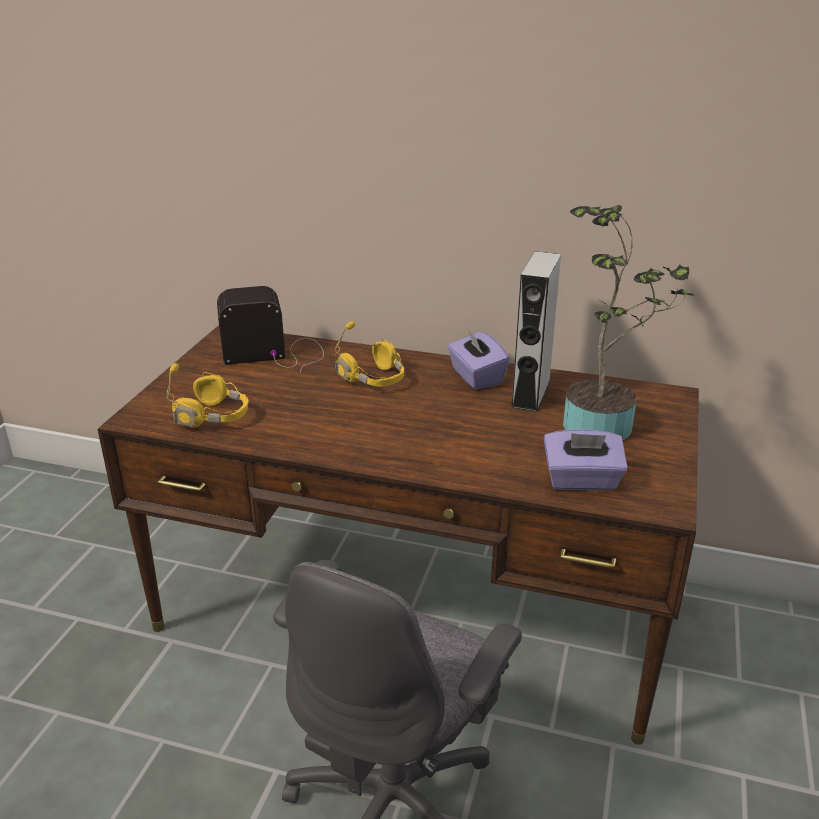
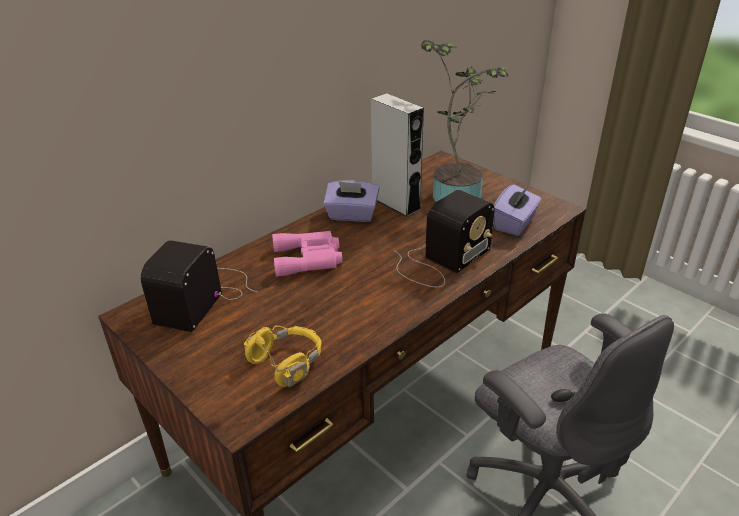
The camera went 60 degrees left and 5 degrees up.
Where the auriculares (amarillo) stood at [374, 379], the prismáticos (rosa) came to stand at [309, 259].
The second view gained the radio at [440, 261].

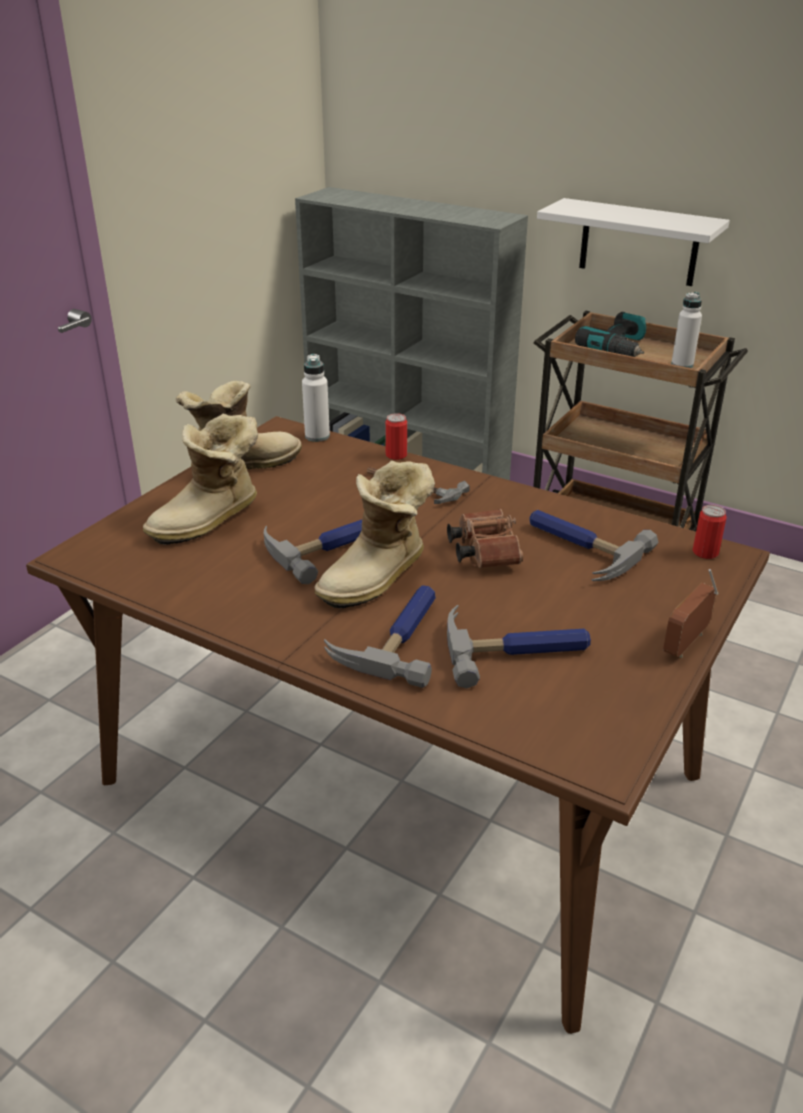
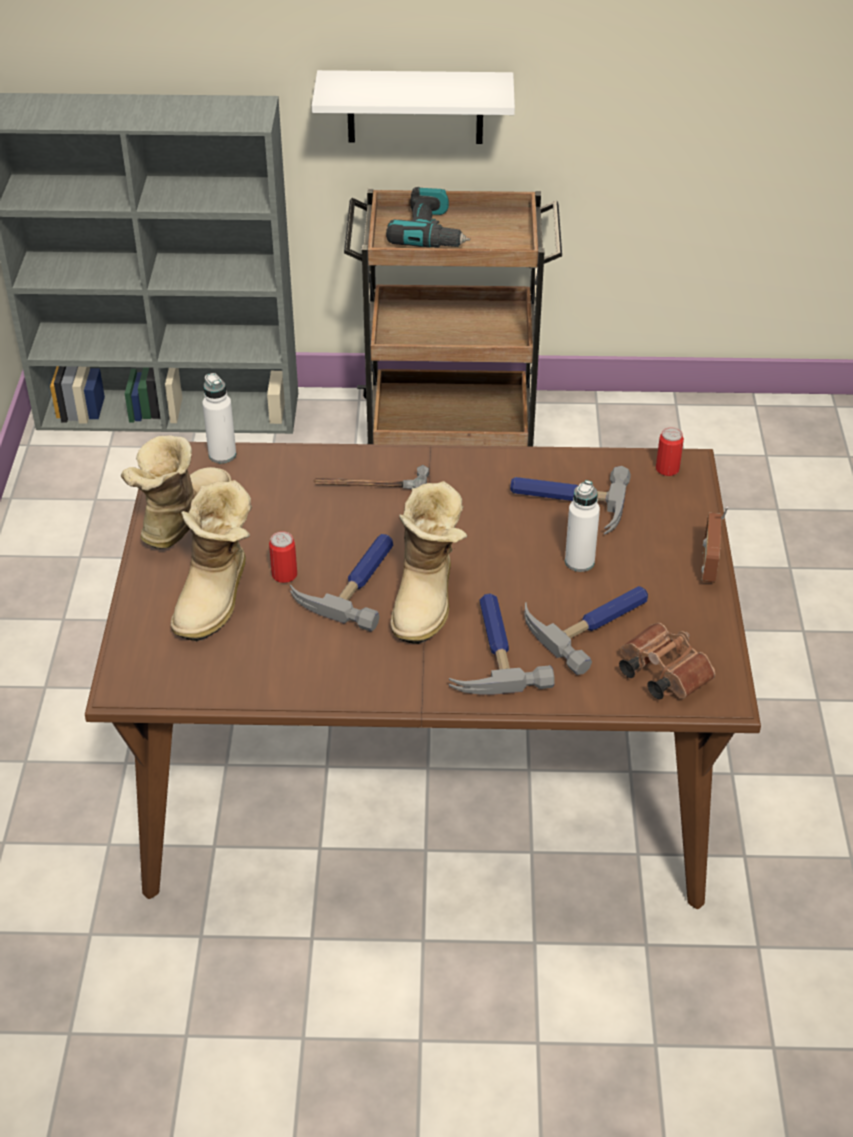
The camera went 30 degrees left and 10 degrees up.
The botella (blanco) ended up elsewhere, having gone from [682, 365] to [579, 562].
The lata ended up elsewhere, having gone from [396, 455] to [284, 575].
The prismáticos (marrón) ended up elsewhere, having gone from [483, 551] to [660, 673].

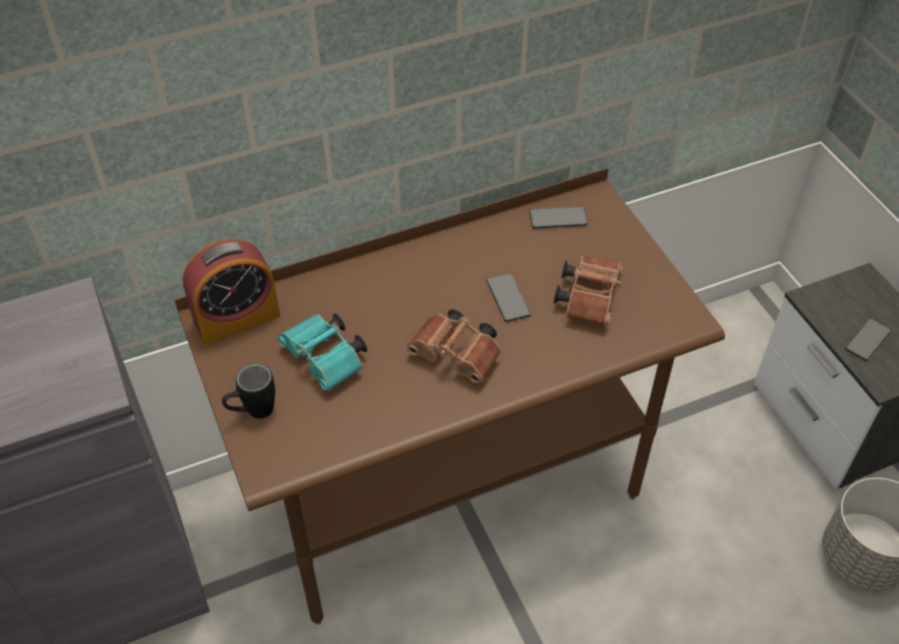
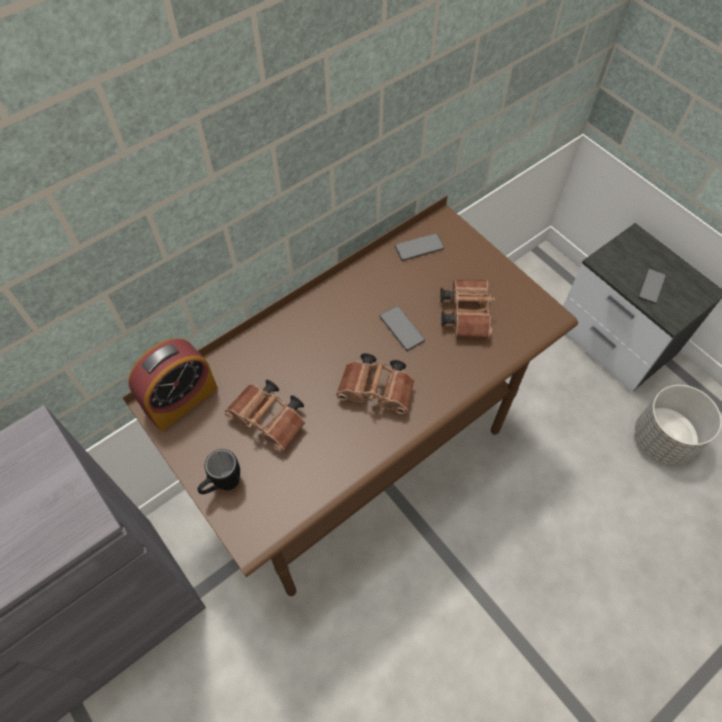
The camera went 15 degrees left and 10 degrees up.
What was the prismáticos (turquesa) at [327, 361] turned into the prismáticos (marrón) at [270, 421].

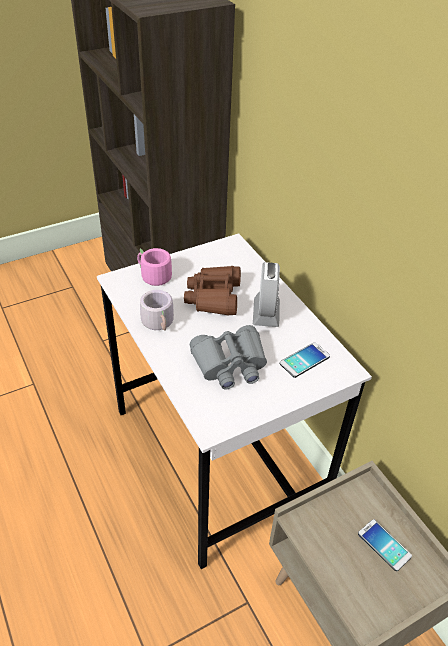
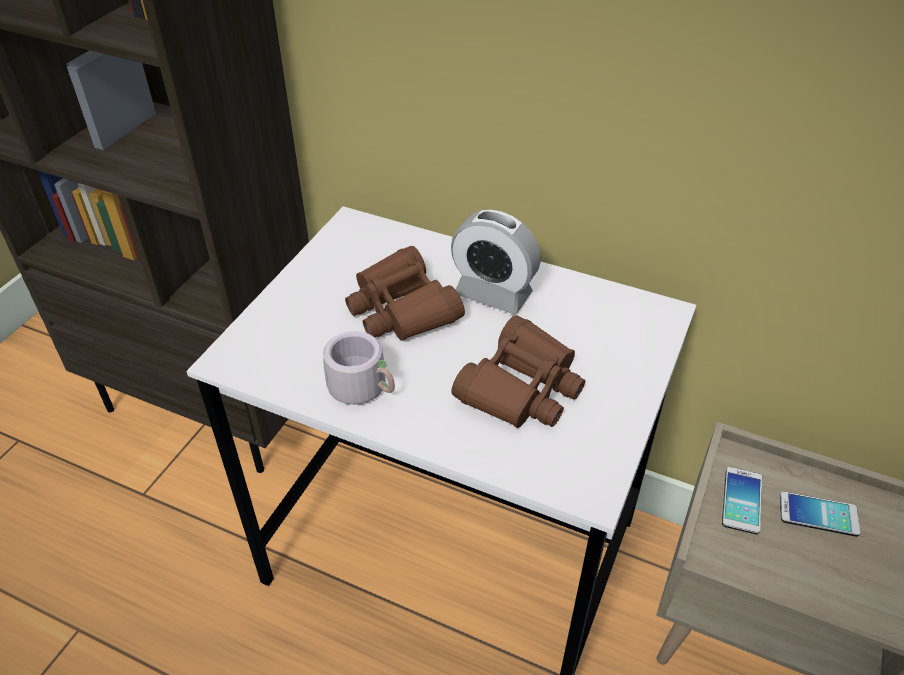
The camera went 35 degrees left and 0 degrees up.
The second view lost the taza grande (rosa) at [152, 277].
The despertador at [266, 313] ended up facing another way, 150 degrees clockwise from before.
What was the prismáticos (gris) at [230, 364] turned into the prismáticos (marrón) at [521, 388].
The móvil ended up elsewhere, having gone from [304, 360] to [741, 500].

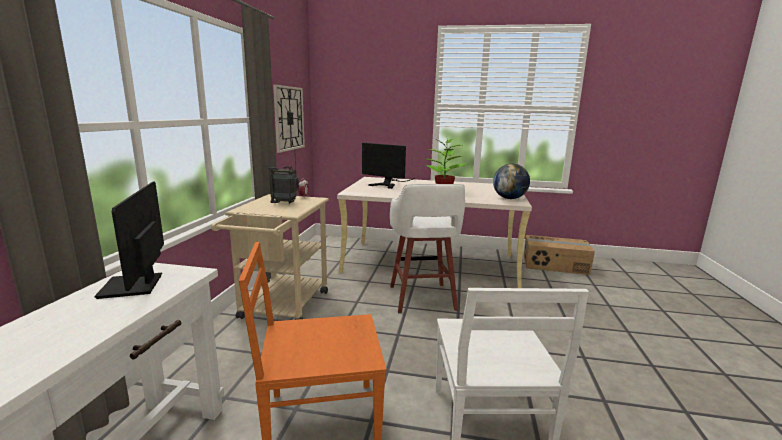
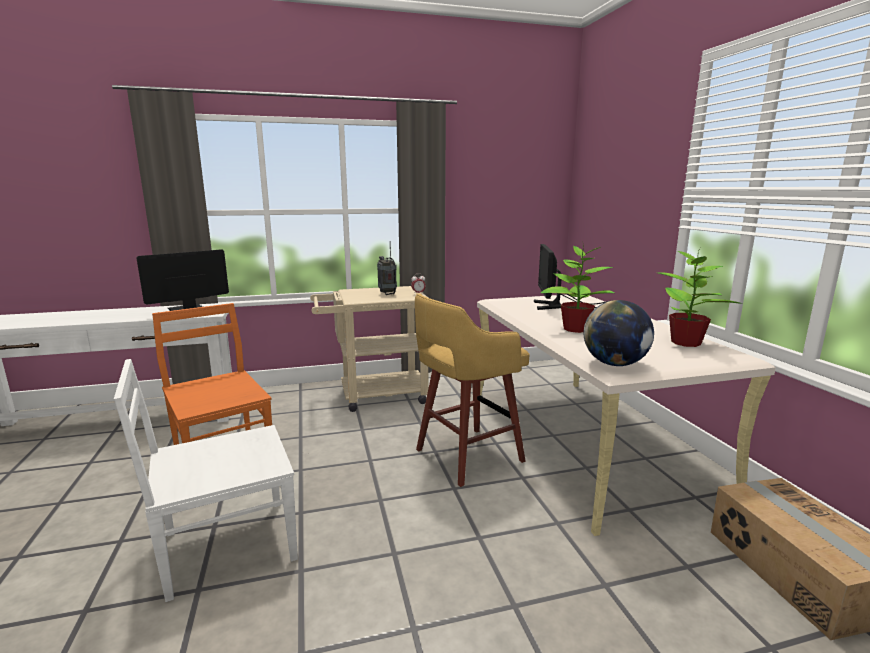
The camera went 65 degrees right and 0 degrees up.
The second view lost the reloj de pared at [289, 118].
What was the taburete (blanco) at [422, 299] turned into the taburete (amarillo) at [466, 456].
The second view gained the planta en maceta at [686, 343].

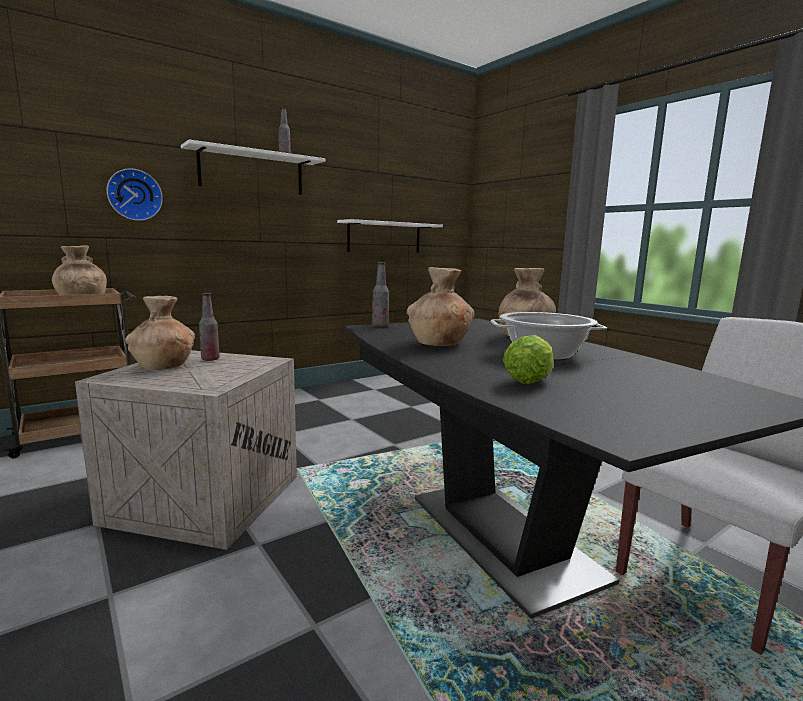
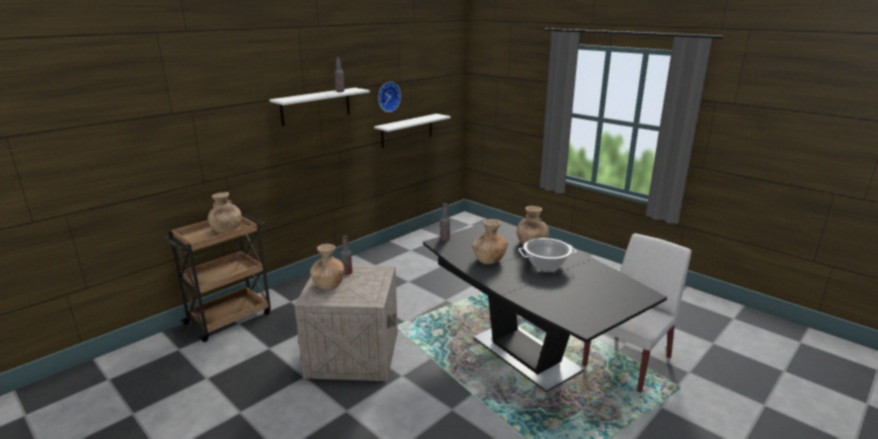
The camera went 10 degrees left and 10 degrees up.
The reloj de pared ended up elsewhere, having gone from [134, 195] to [388, 96].
The second view lost the lechuga at [530, 379].

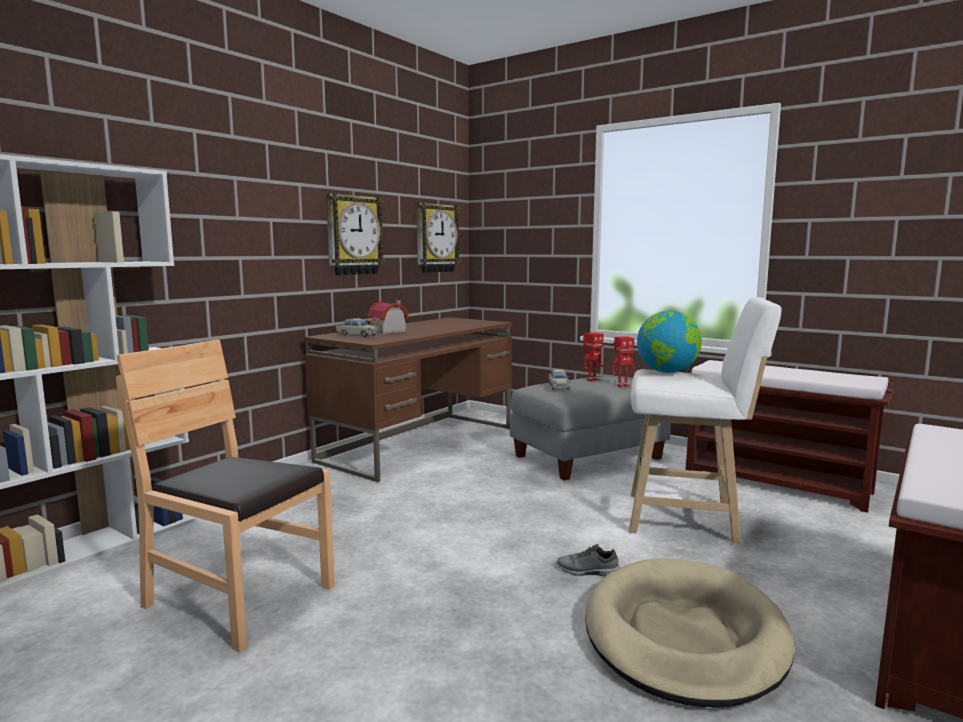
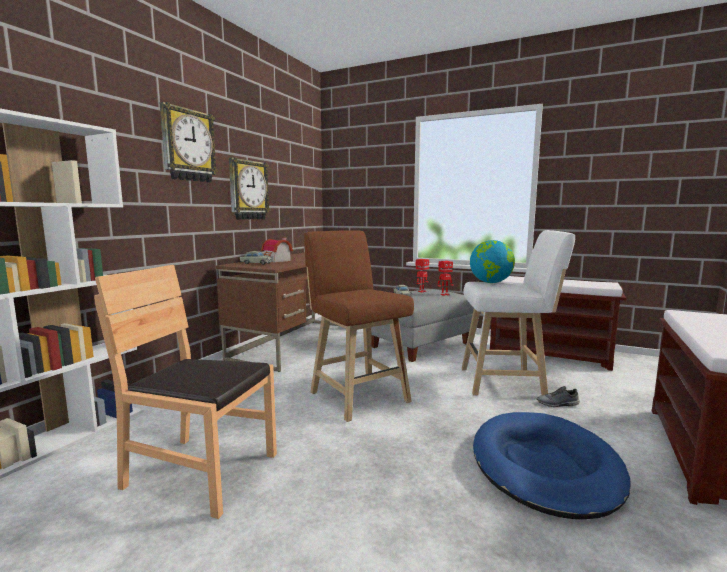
The camera went 10 degrees left and 0 degrees up.
The reloj de pared ended up elsewhere, having gone from [436, 238] to [188, 145].
The zapato (gris) ended up elsewhere, having gone from [587, 571] to [557, 404].
What was the cama para perro (beis) at [684, 636] turned into the cama para perro (azul) at [545, 467].
The second view gained the taburete (marrón) at [356, 395].

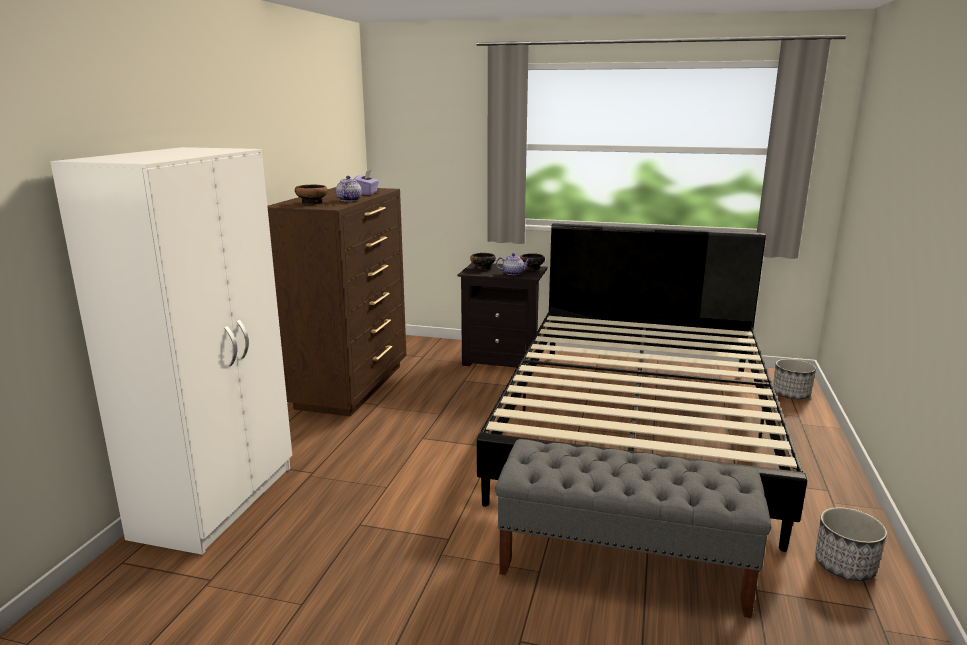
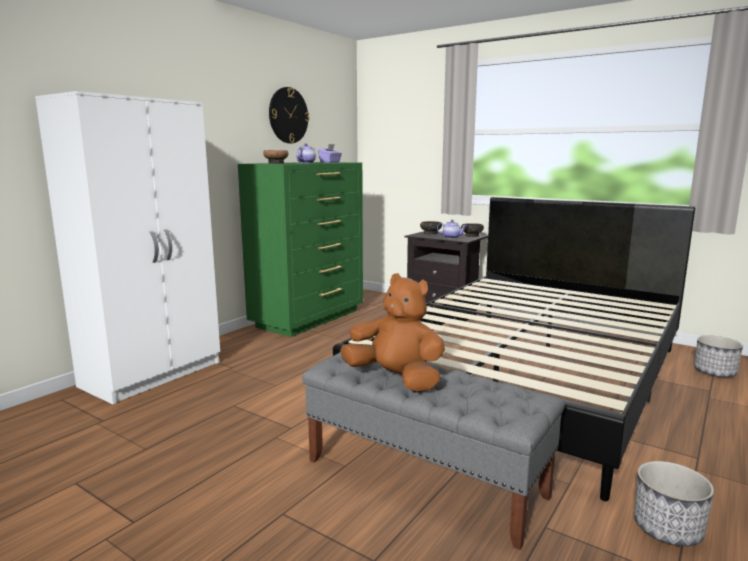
The camera went 20 degrees right and 5 degrees down.
What was the cómoda (marrón) at [352, 386] turned into the cómoda (verde) at [309, 318].
The second view gained the reloj de pared at [288, 115].
The second view gained the peluche (marrón) at [396, 379].

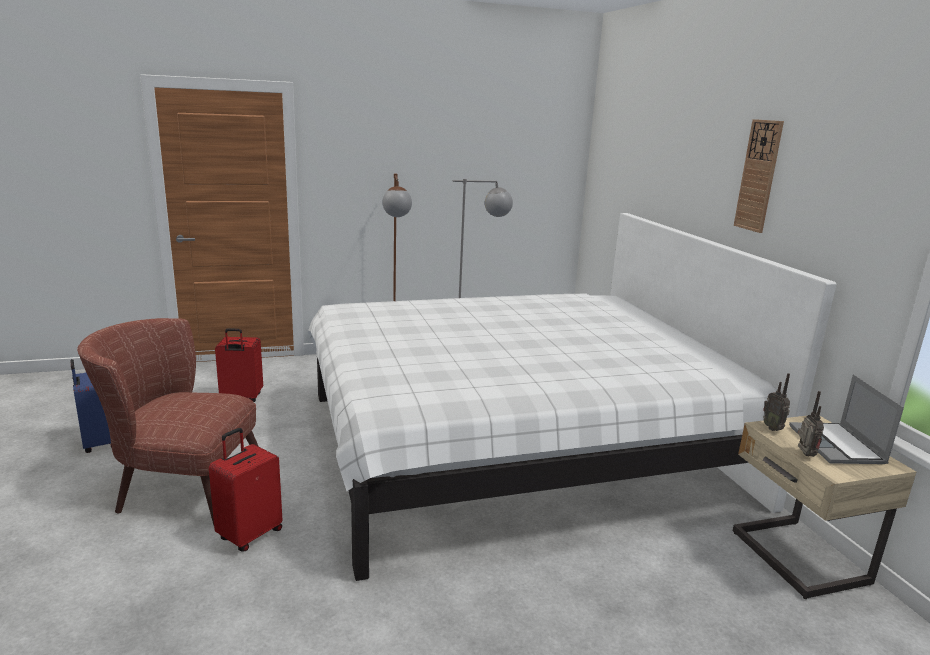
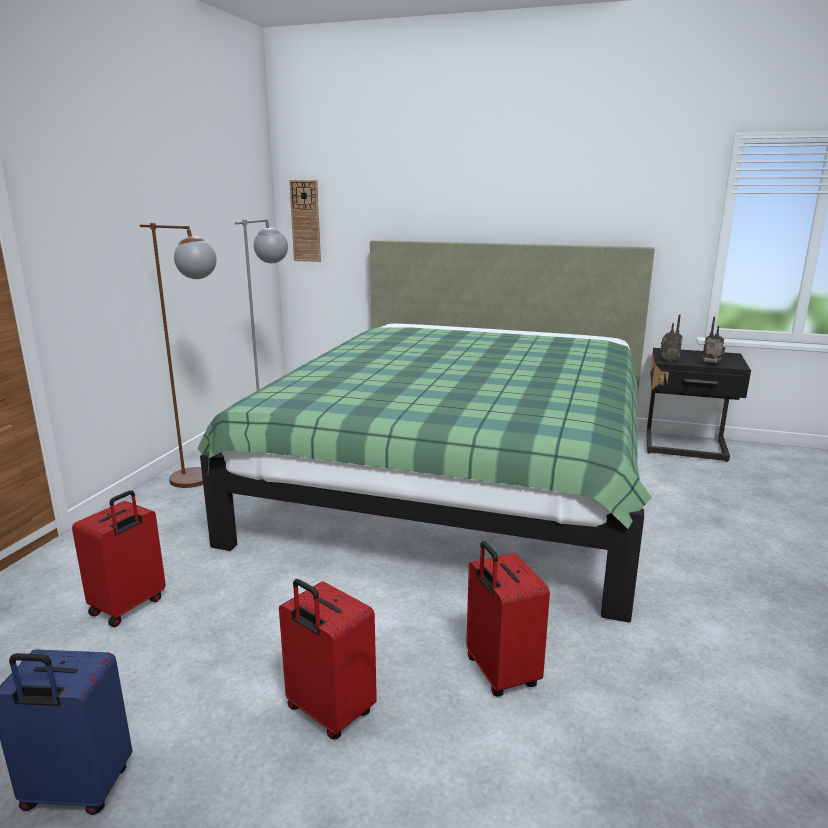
The camera went 55 degrees left and 0 degrees up.
The reloj de pared ended up elsewhere, having gone from [758, 176] to [305, 221].
What was the cama (blanco) at [515, 445] turned into the cama (verde) at [459, 479].
Where the sillón (marrón) stood at [180, 485], the maleta (rojo) came to stand at [328, 713].
The second view lost the portátil at [838, 446].
What was the mesita de noche (beis) at [796, 559] turned into the mesita de noche (negro) at [686, 448].

